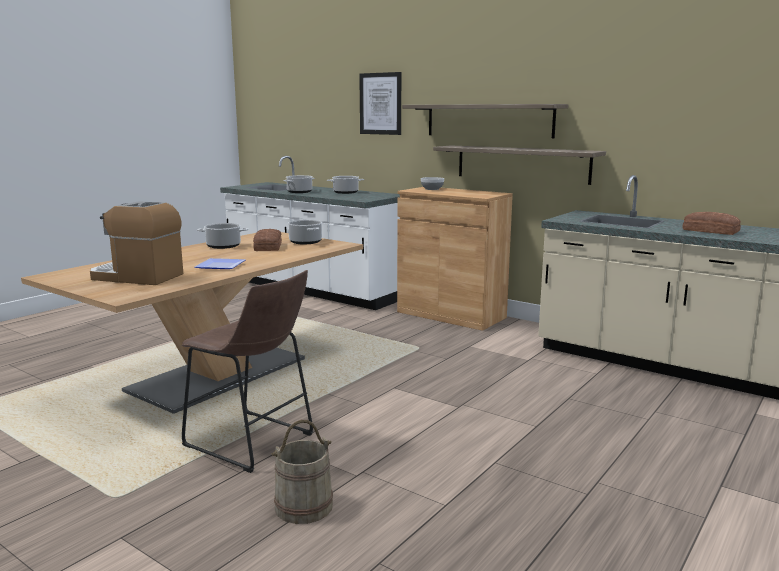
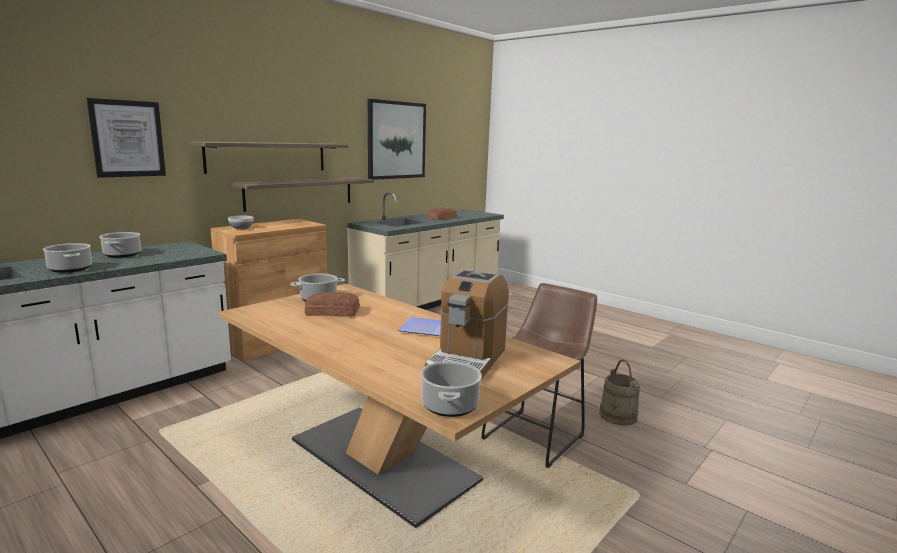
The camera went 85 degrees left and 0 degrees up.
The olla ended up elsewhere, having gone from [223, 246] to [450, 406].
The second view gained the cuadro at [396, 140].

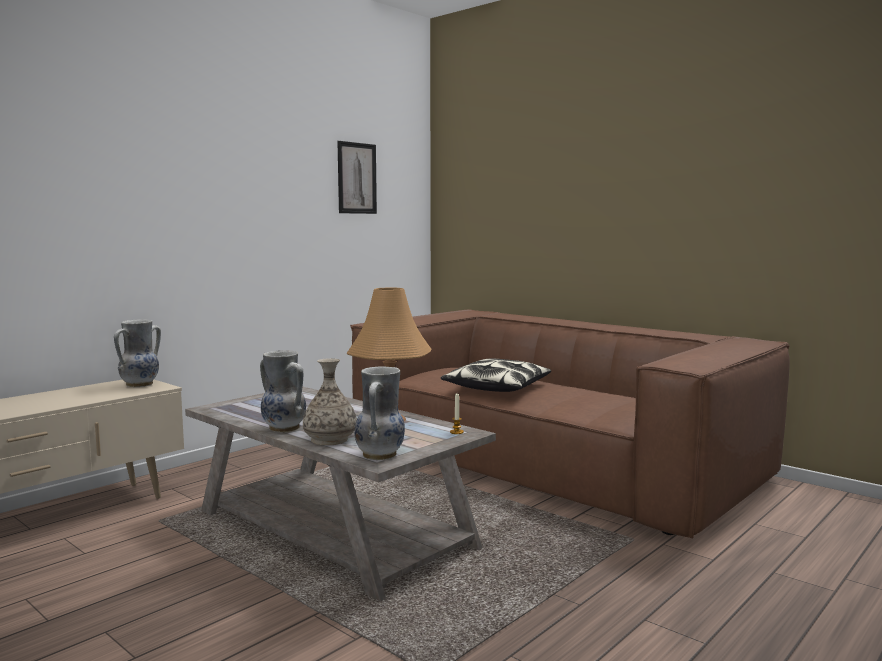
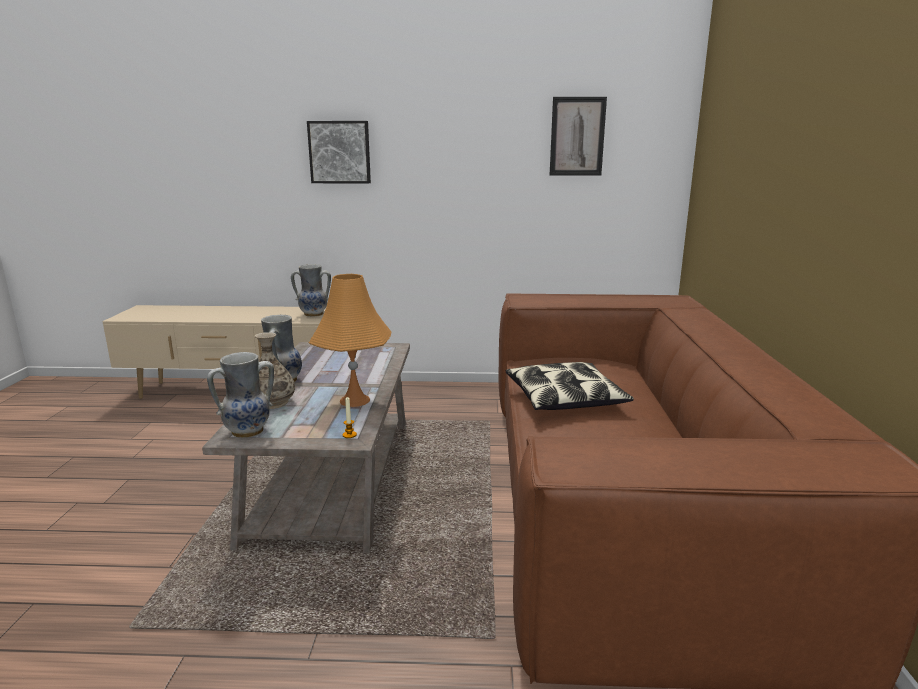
The camera went 50 degrees right and 10 degrees up.
The second view gained the cuadro at [340, 152].

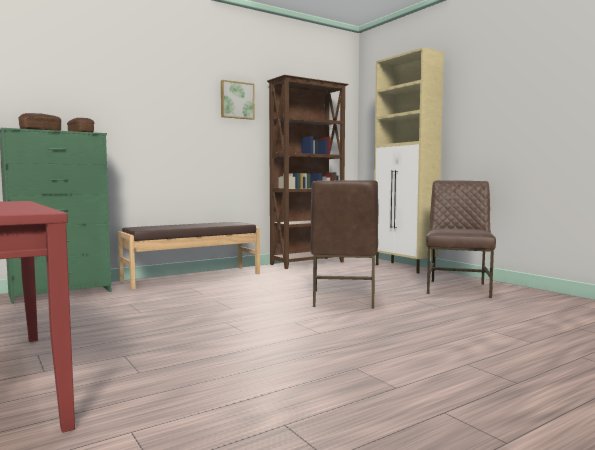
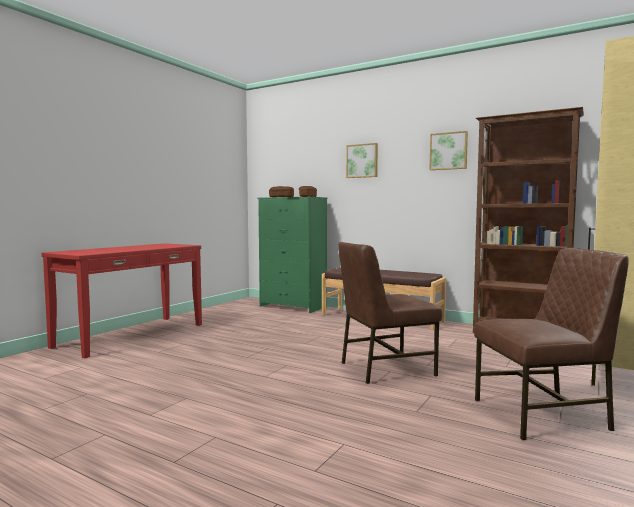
The camera went 65 degrees right and 0 degrees up.
The second view gained the cuadro at [362, 161].

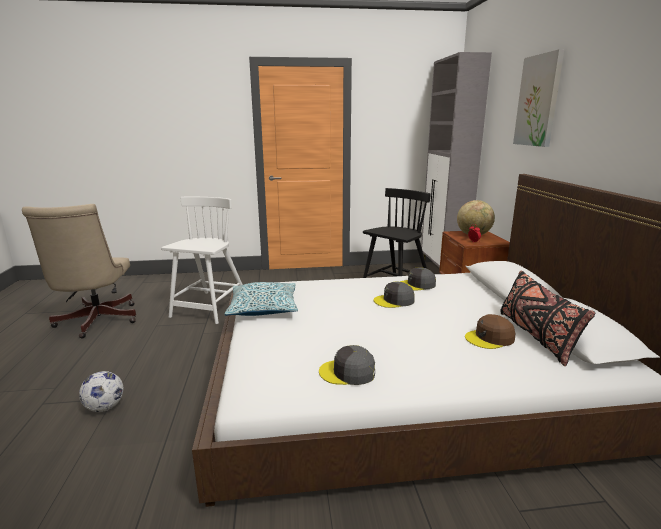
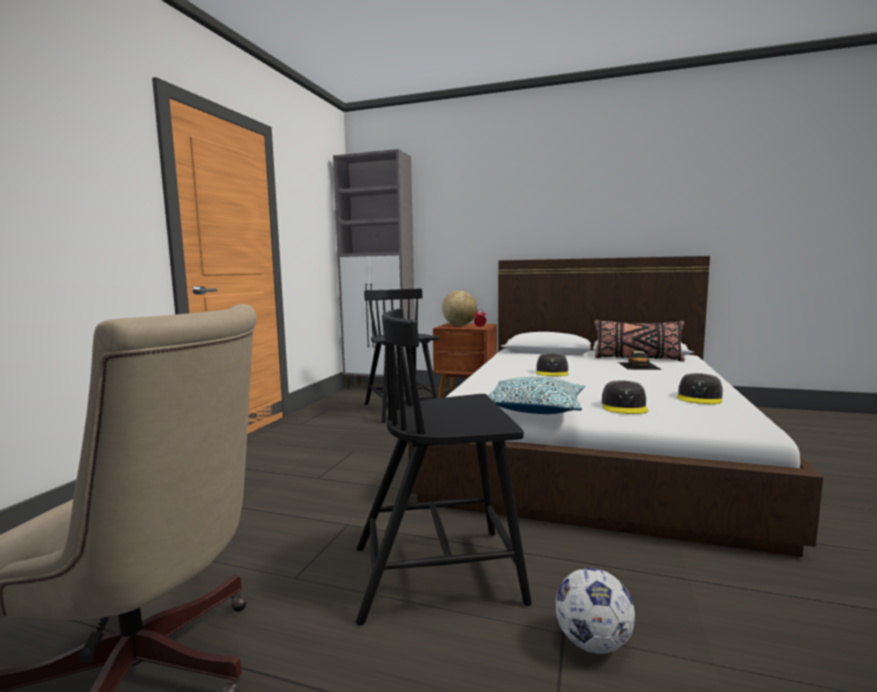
The camera went 65 degrees left and 10 degrees down.
The second view lost the cuadro at [538, 101].
The second view lost the silla (blanco) at [210, 308].
The gorra (gris) ended up elsewhere, having gone from [417, 285] to [624, 406].
Where the gorra (marrón) stood at [490, 338], the coche de juguete came to stand at [639, 365].
The second view gained the silla (negro) at [440, 573].

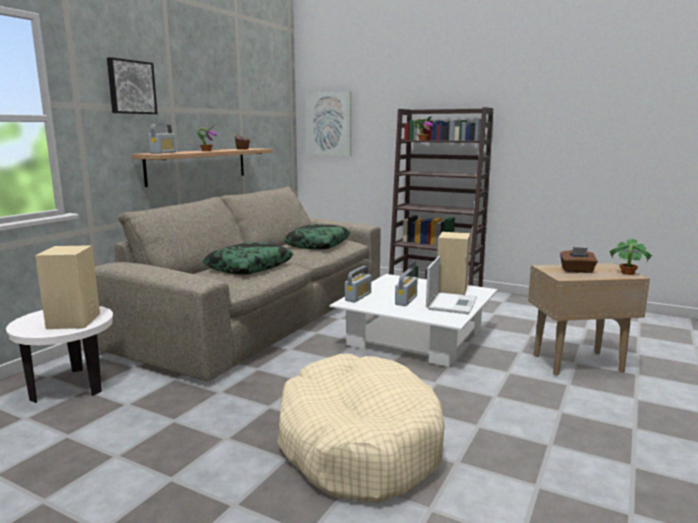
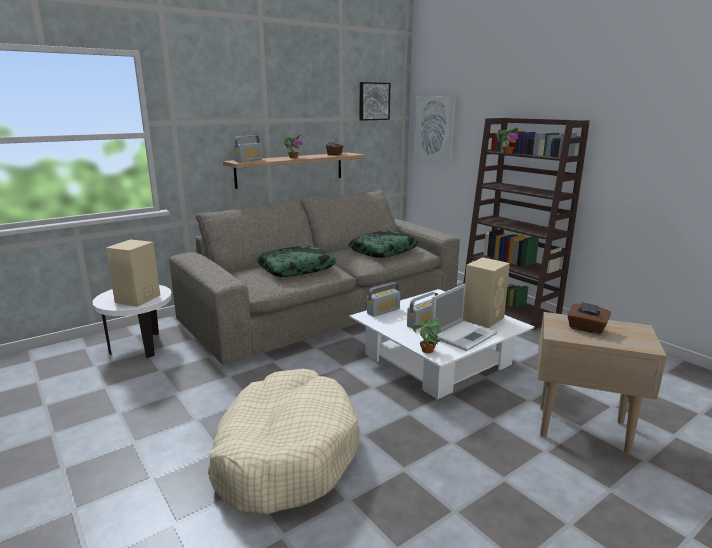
The camera went 25 degrees right and 5 degrees up.
The cuadro ended up elsewhere, having gone from [131, 87] to [373, 101].
The planta en maceta ended up elsewhere, having gone from [627, 273] to [427, 350].

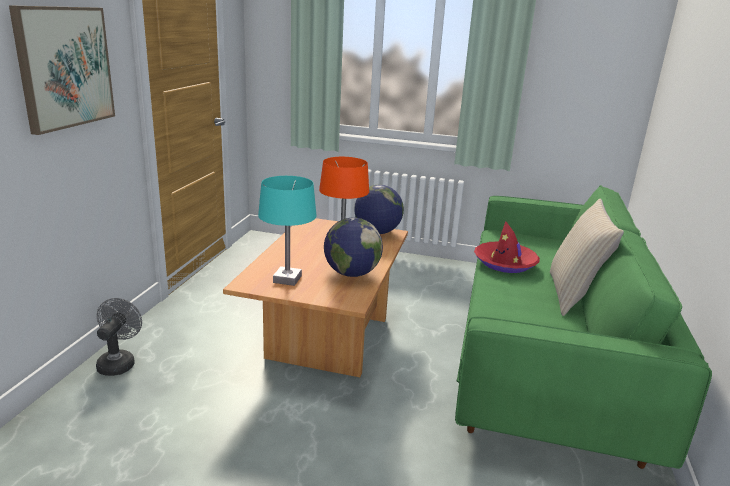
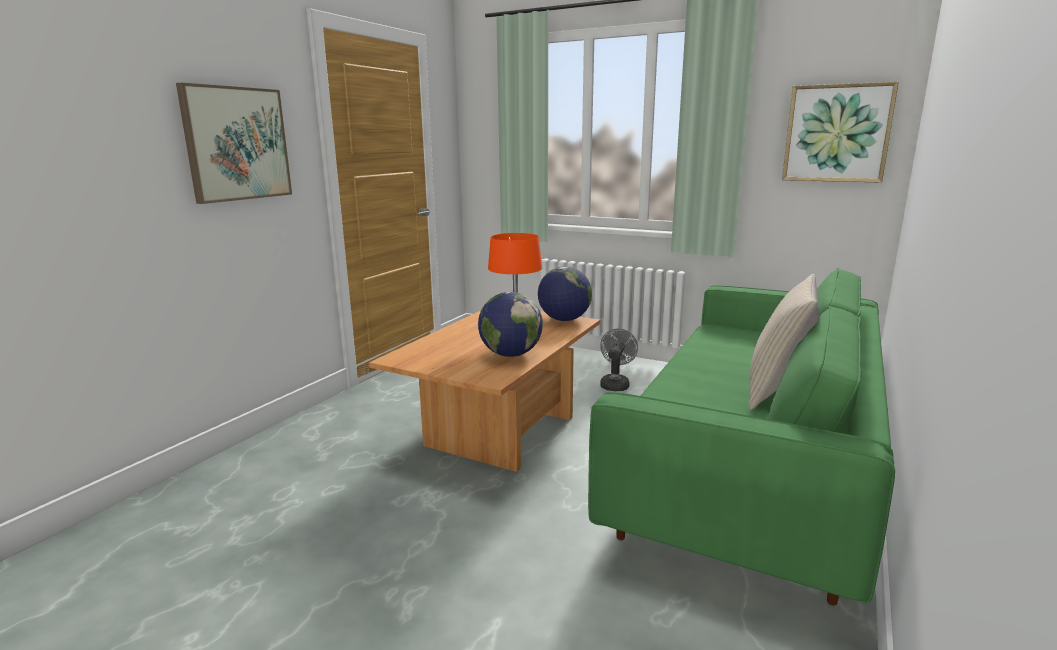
The camera went 15 degrees right and 5 degrees down.
The second view lost the lámpara de mesa (turquesa) at [287, 279].
The second view lost the sombrero (rojo) at [505, 263].
The ventilador (gris) ended up elsewhere, having gone from [118, 362] to [615, 384].
The second view gained the cuadro at [837, 133].

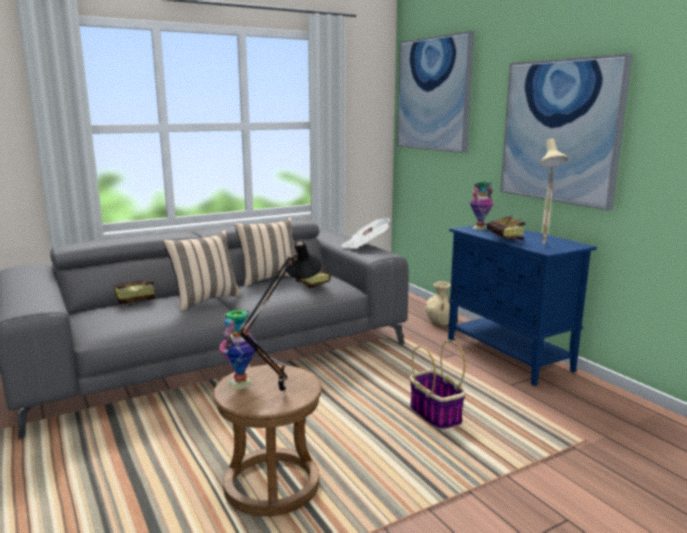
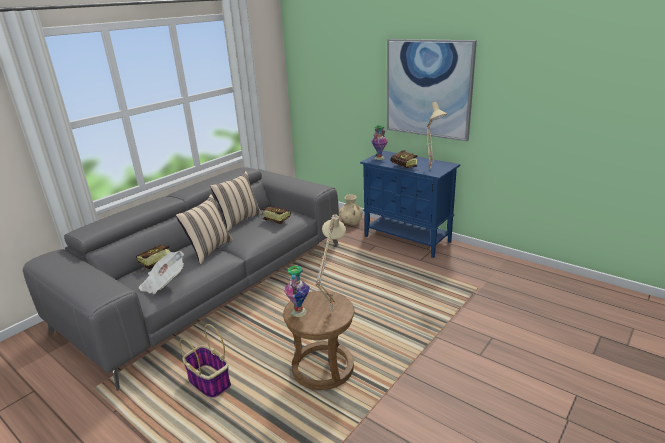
The camera went 20 degrees left and 10 degrees up.
The second view lost the cuadro at [433, 94].
The periódico ended up elsewhere, having gone from [365, 246] to [164, 283].
What was the lámpara de mesa (negro) at [281, 392] turned into the lámpara de mesa (beis) at [330, 311].
The cesta ended up elsewhere, having gone from [434, 414] to [208, 382].

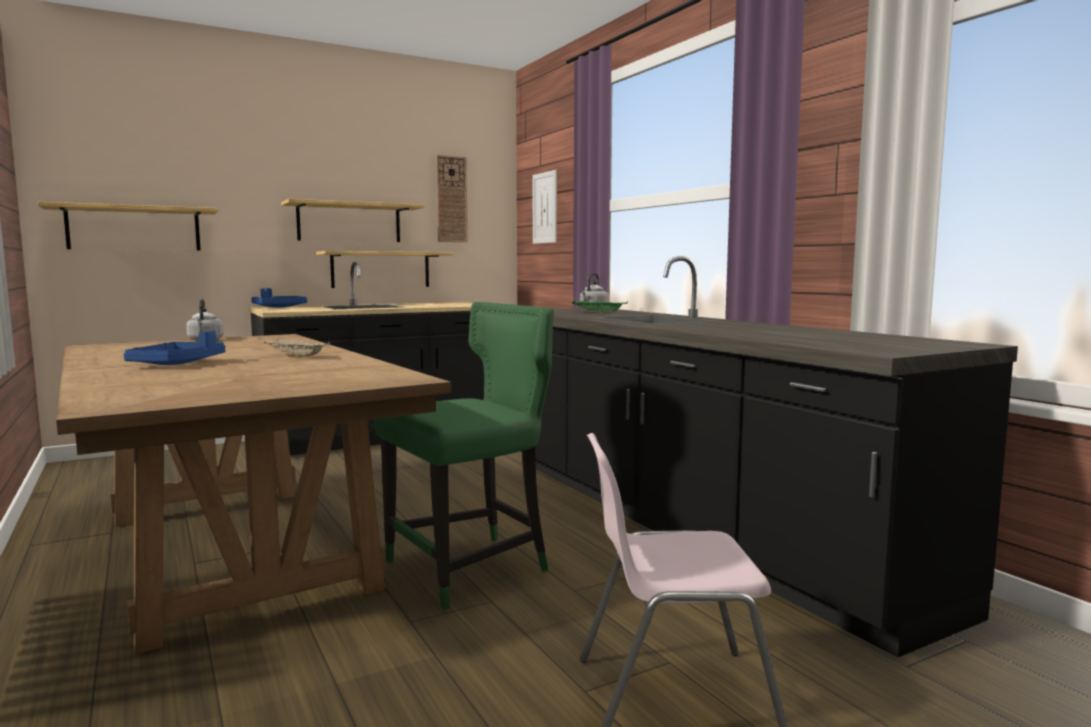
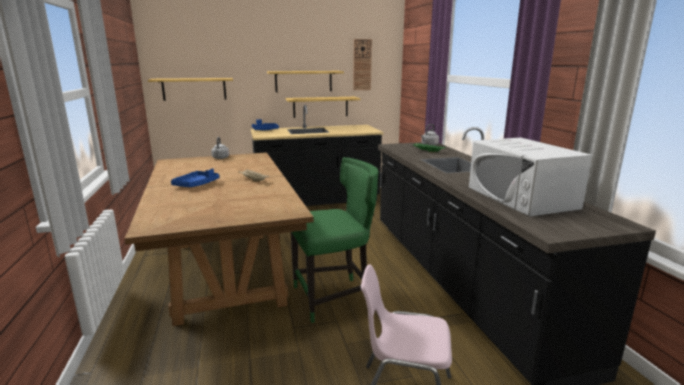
The camera went 15 degrees right and 10 degrees up.
The second view lost the cuadro at [545, 208].
The second view gained the microondas (blanco) at [521, 197].

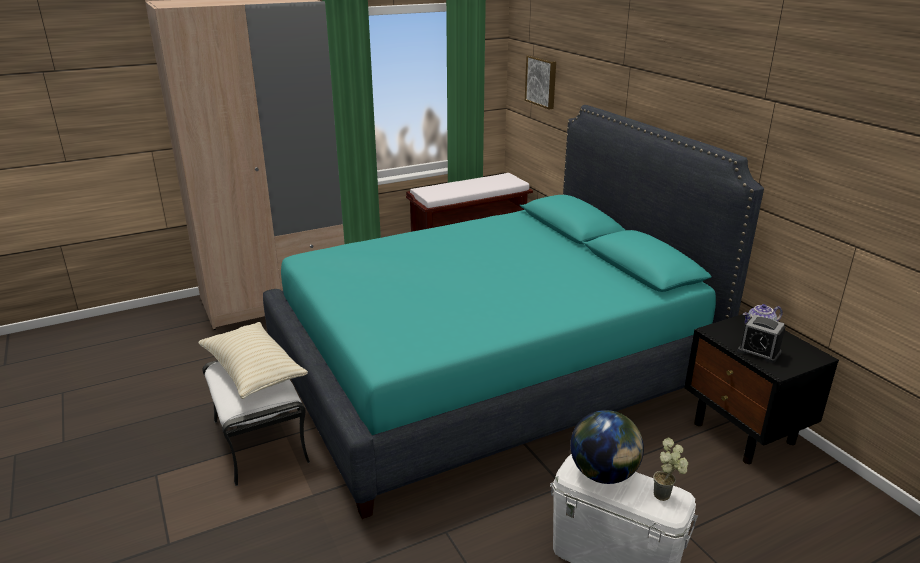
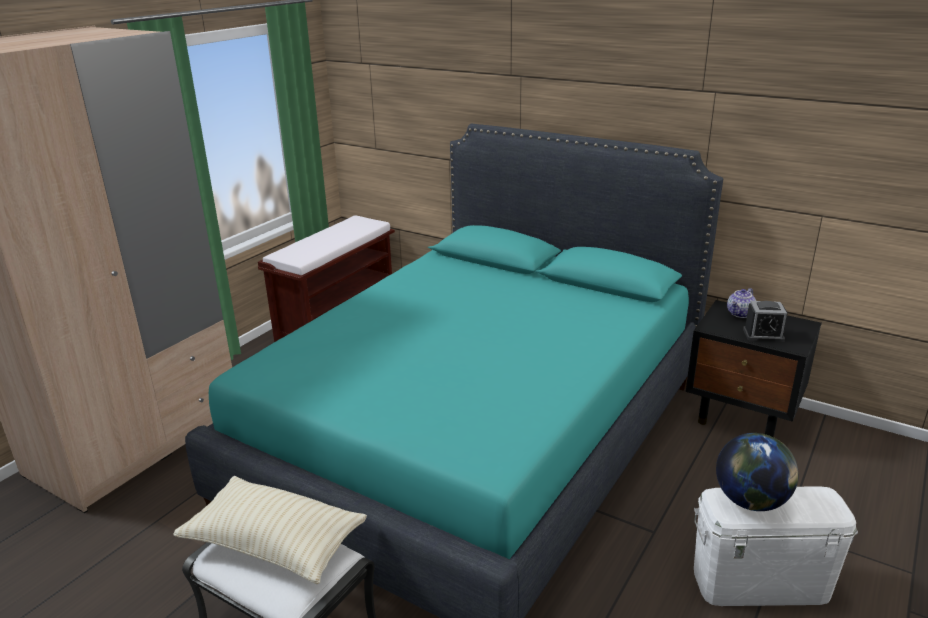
The camera went 30 degrees left and 0 degrees up.
The second view lost the cuadro at [542, 81].
The second view lost the planta en maceta at [667, 496].

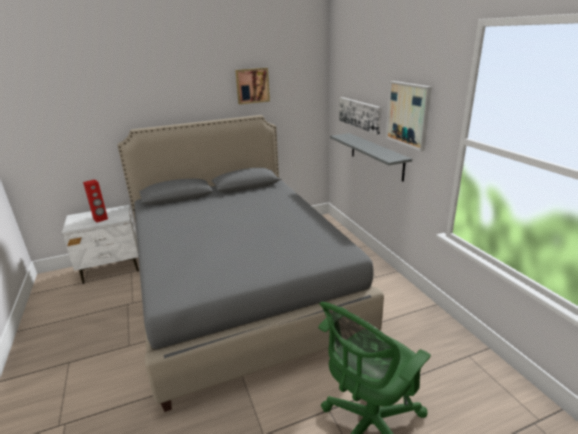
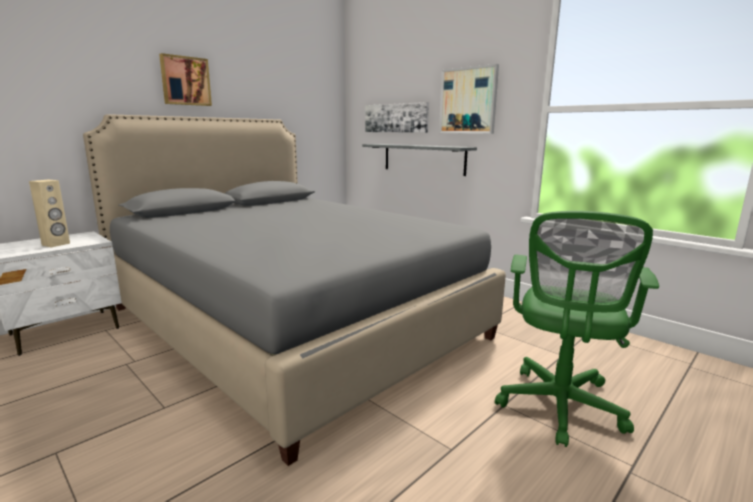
The camera went 25 degrees left and 10 degrees down.
The cuadro ended up elsewhere, having gone from [252, 85] to [185, 81].
What was the altavoz (rojo) at [100, 219] turned into the altavoz (beis) at [56, 244].

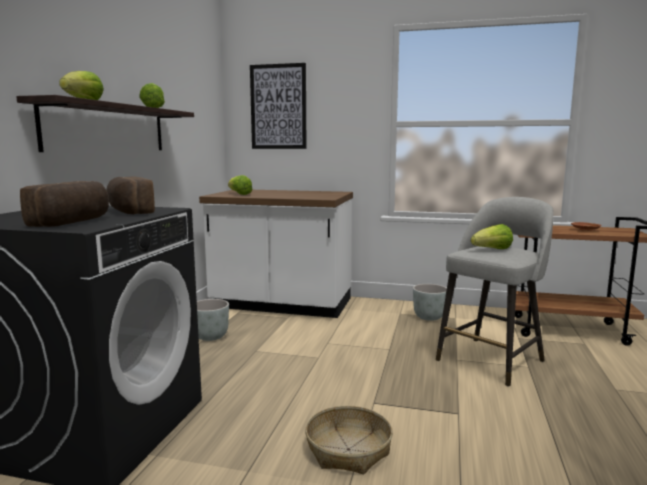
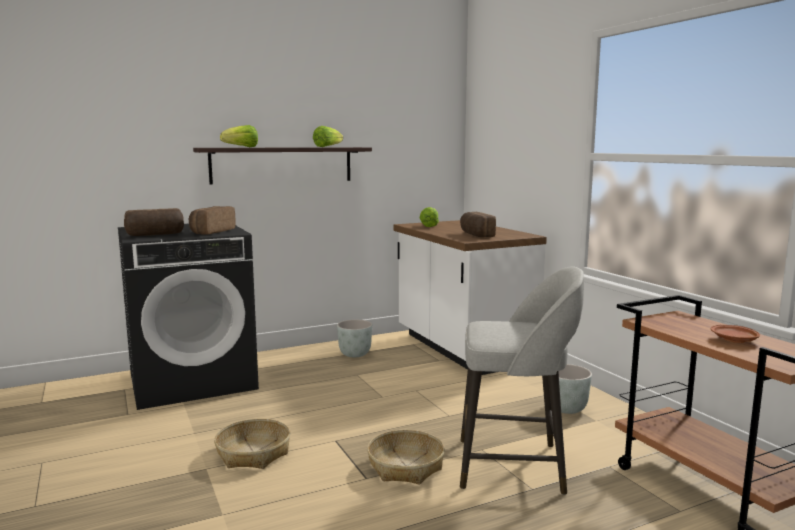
The camera went 50 degrees right and 0 degrees up.
The second view lost the cuadro at [278, 107].
The second view lost the lechuga at [492, 250].
The second view gained the pan at [475, 235].
The second view gained the cesta at [406, 466].

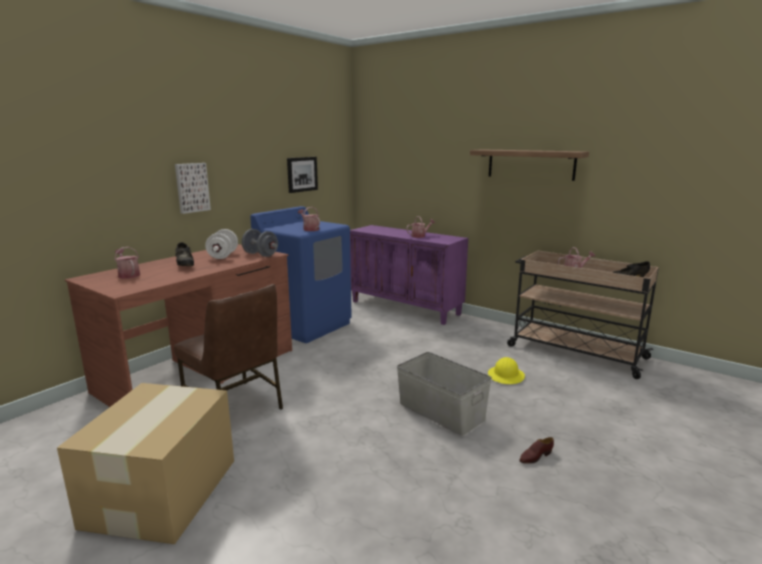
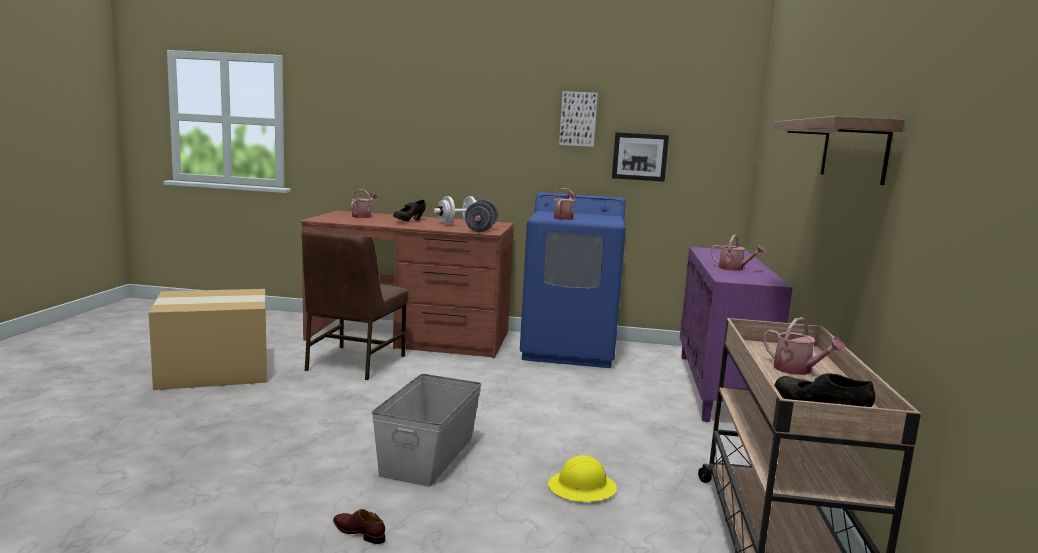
The camera went 60 degrees right and 5 degrees down.
The cuadro ended up elsewhere, having gone from [191, 187] to [578, 119].

